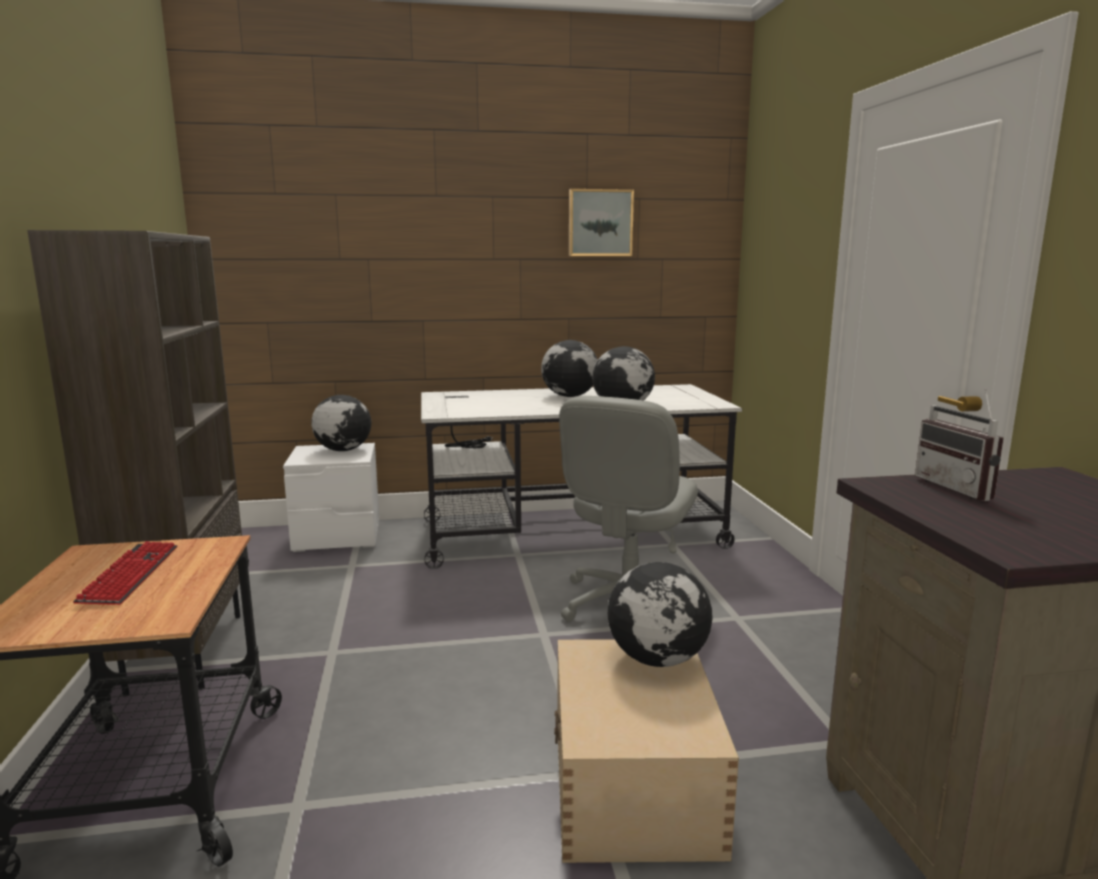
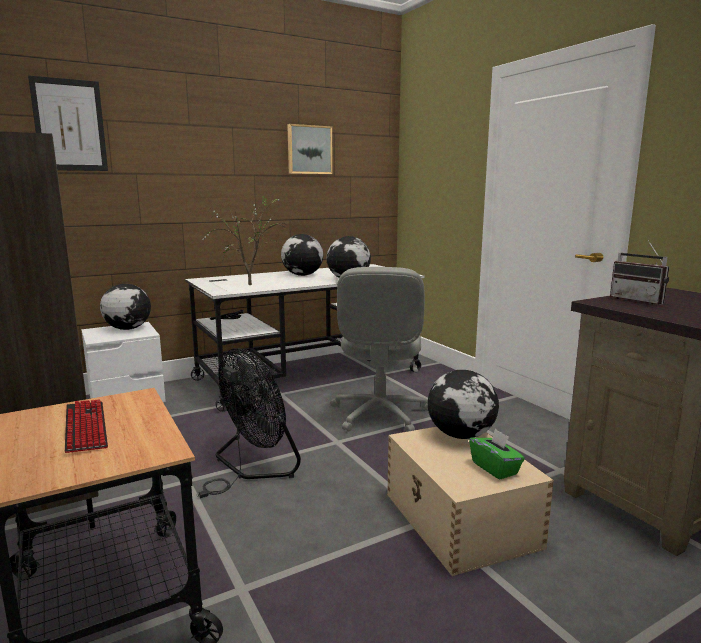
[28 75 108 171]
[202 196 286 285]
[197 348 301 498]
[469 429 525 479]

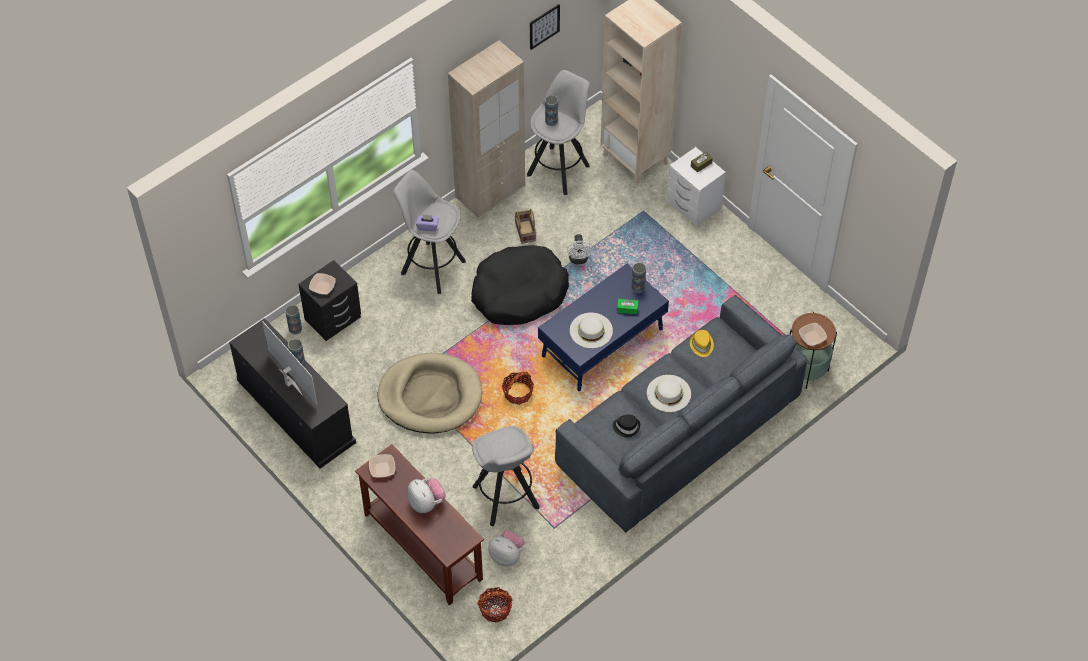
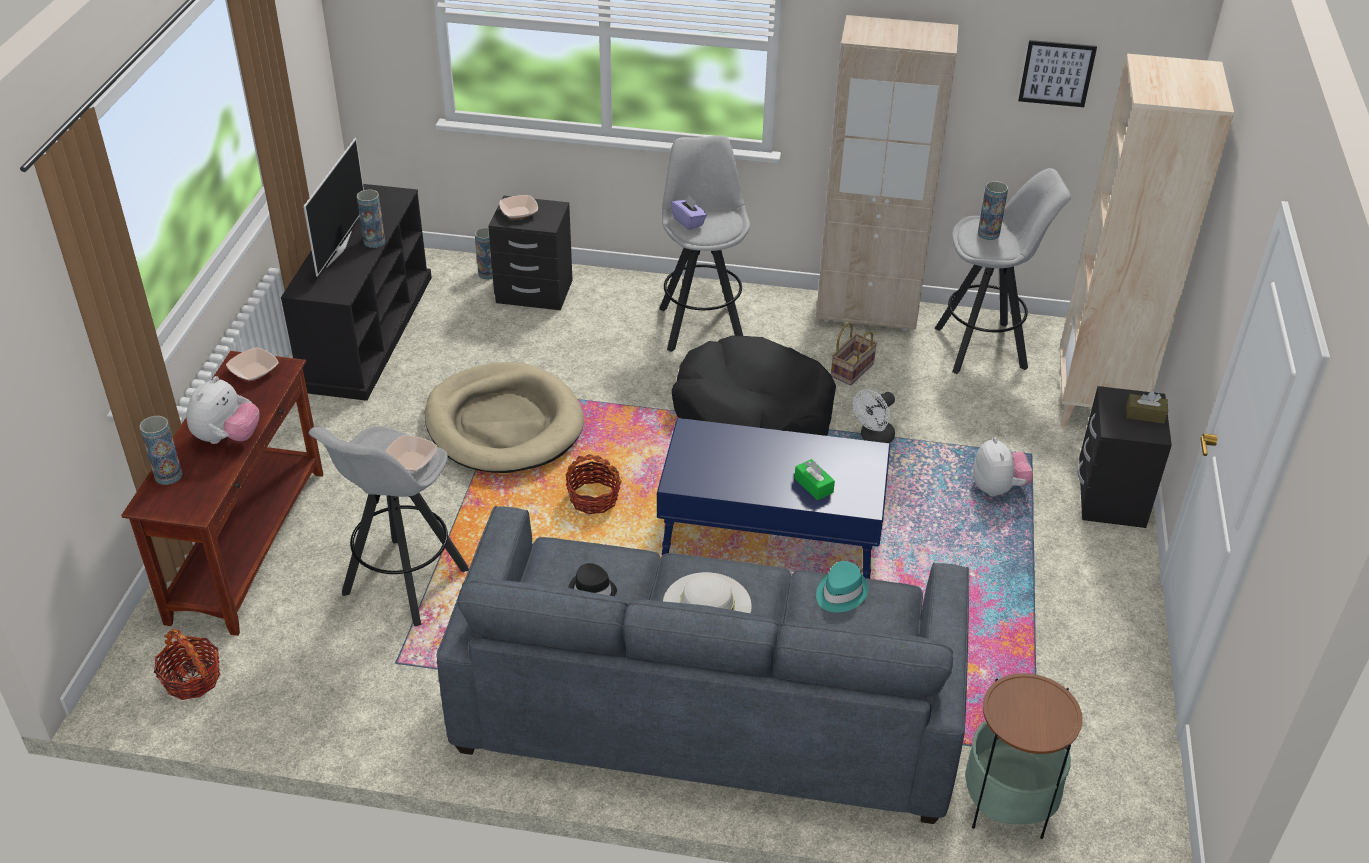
[1077 386 1172 528]
[139 416 182 485]
[570 313 613 348] (first image)
[385 435 437 471]
[816 561 868 612]
[973 437 1033 497]

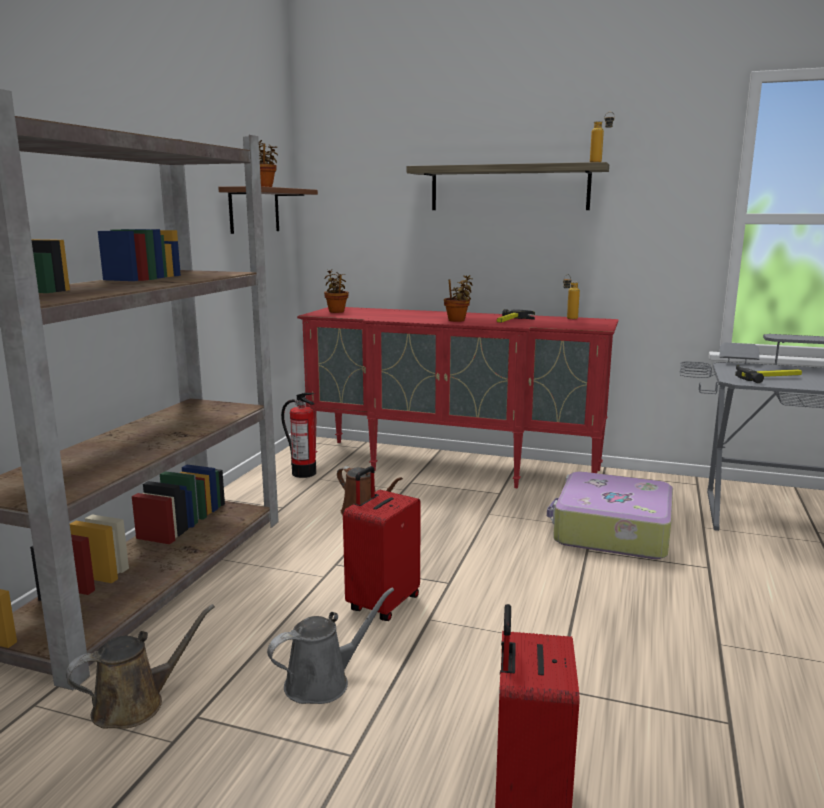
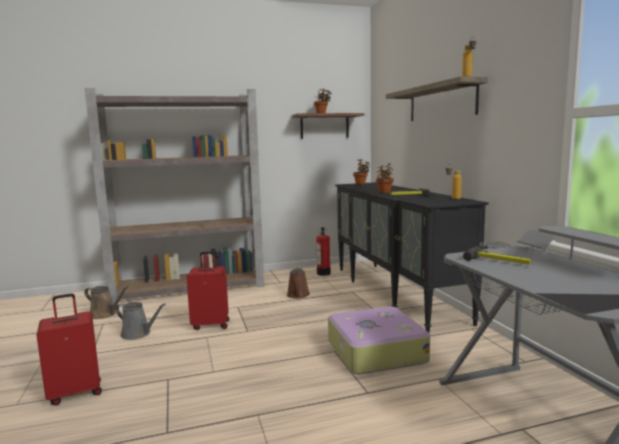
[335 182 489 334]

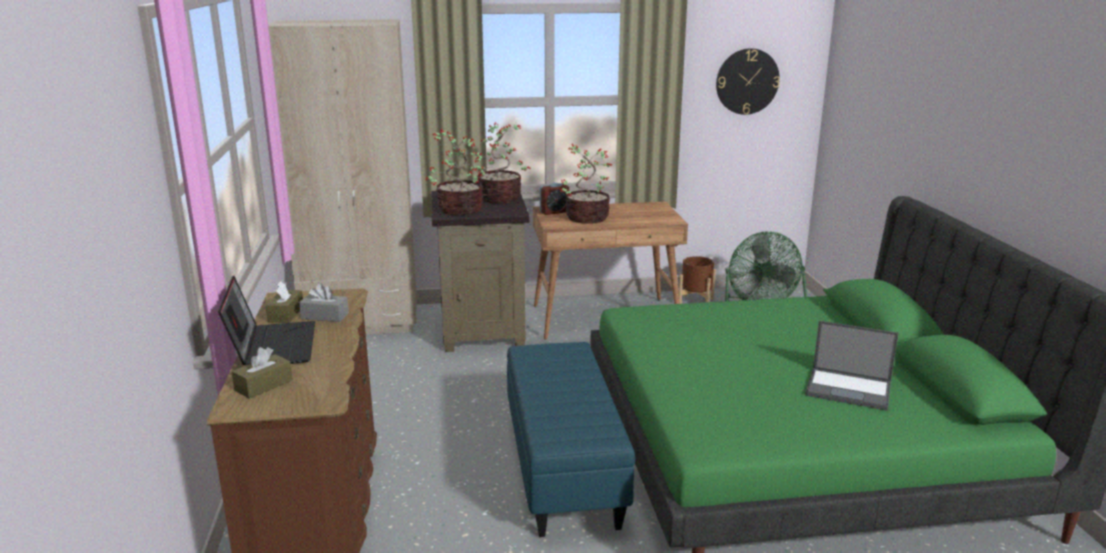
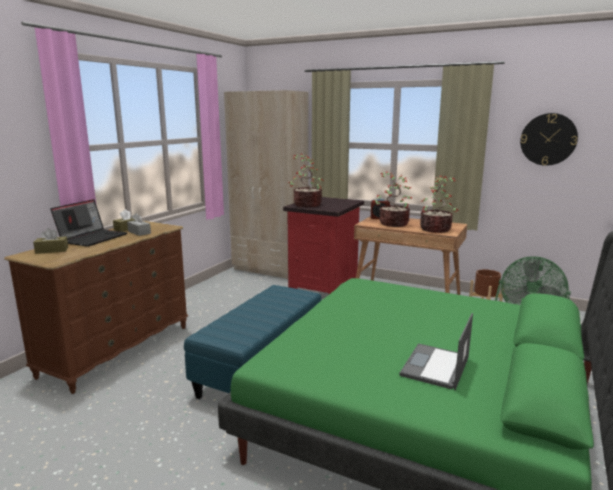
[420 176 458 233]
[283 197 364 294]
[399 313 473 390]

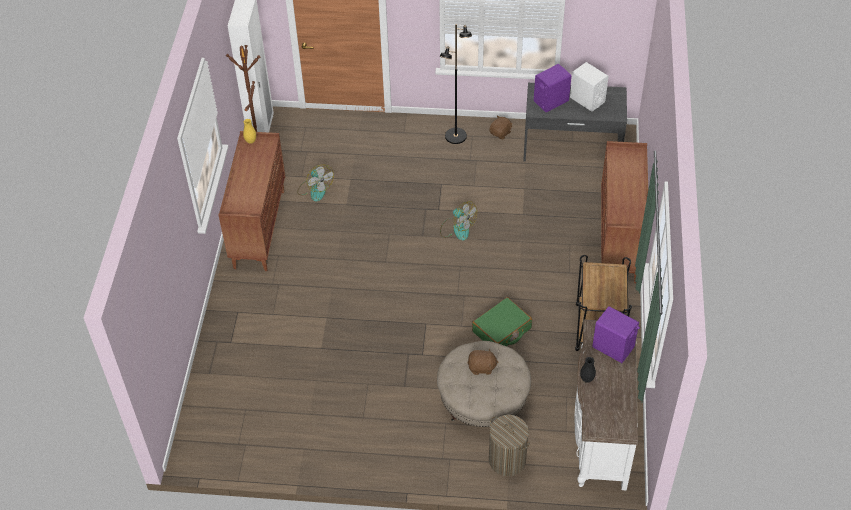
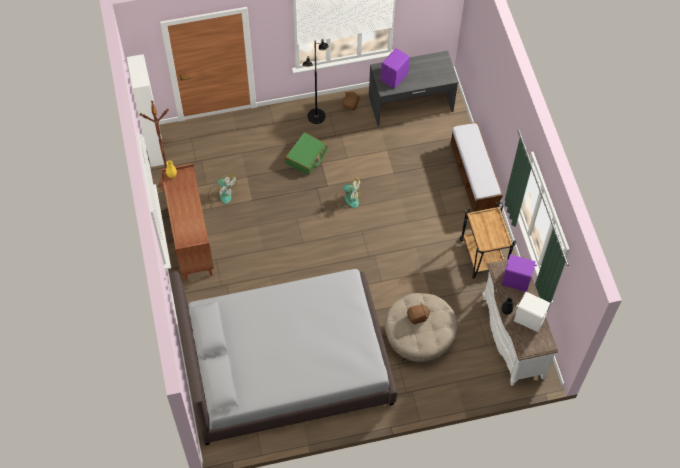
[514 292 550 332]
[450 122 503 212]
[285 132 327 175]
[489 415 530 476] (first image)
[170 269 397 445]

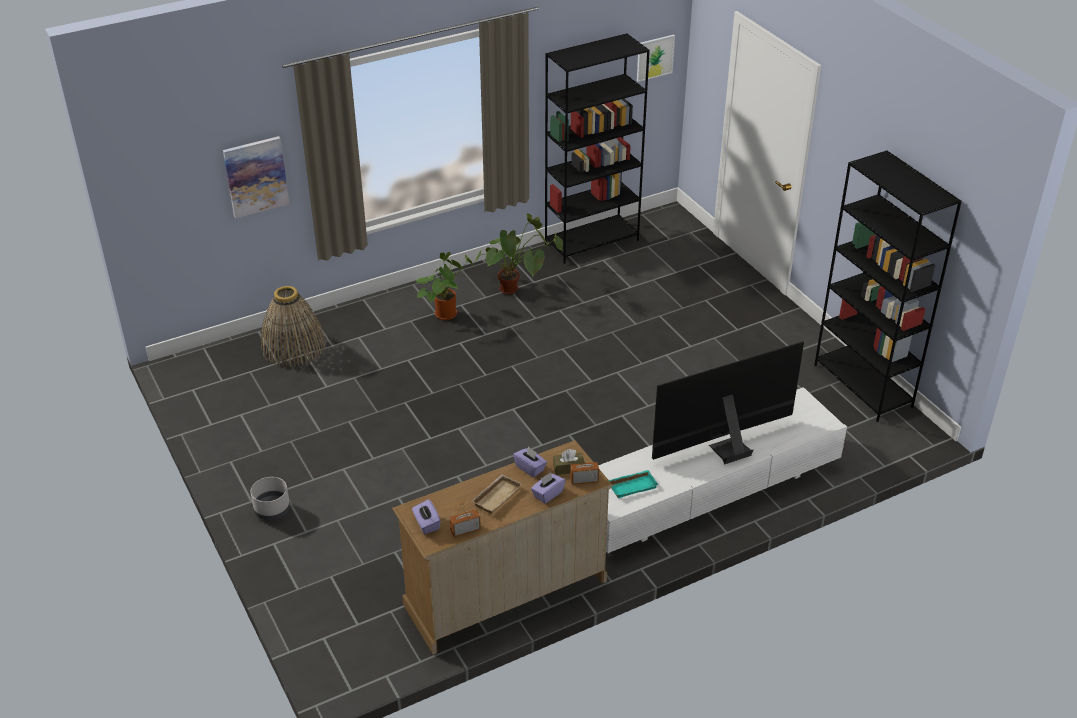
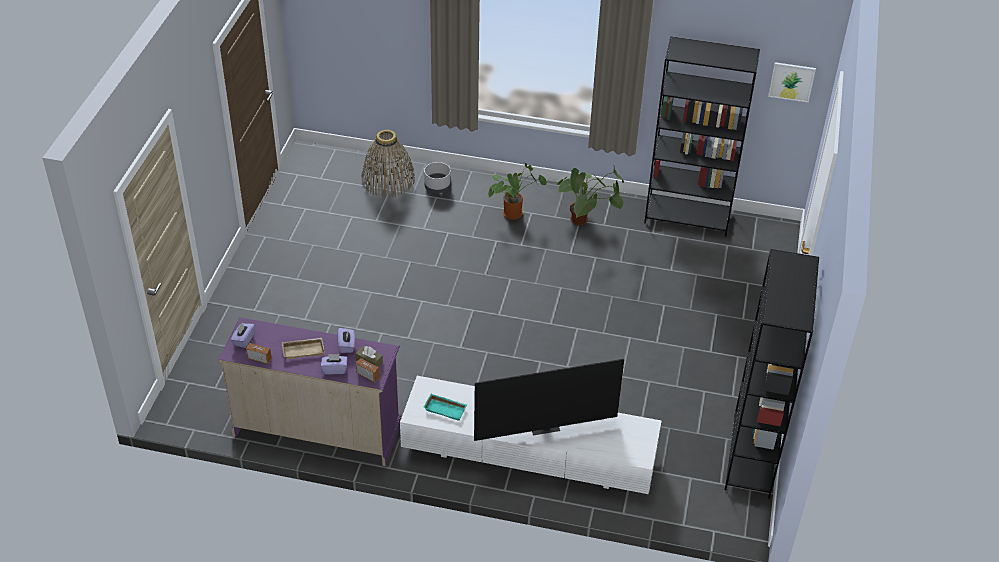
[223 136 290 218] (first image)
[474 359 624 441]
[218 317 401 466]
[424 162 451 193]

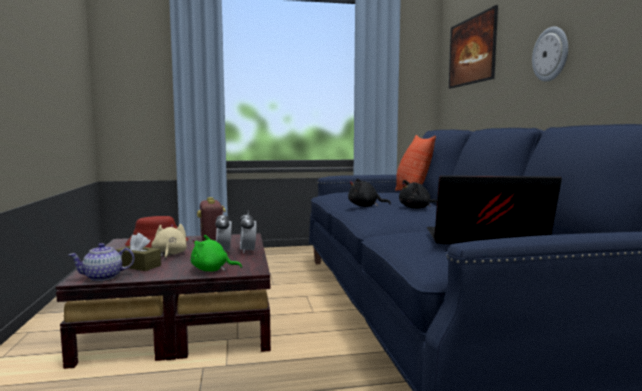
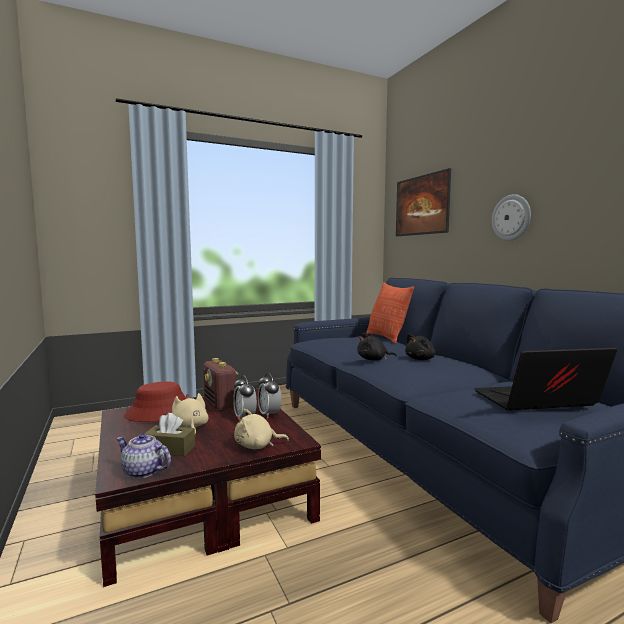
[234 409 289 449]
[116 433 171 479]

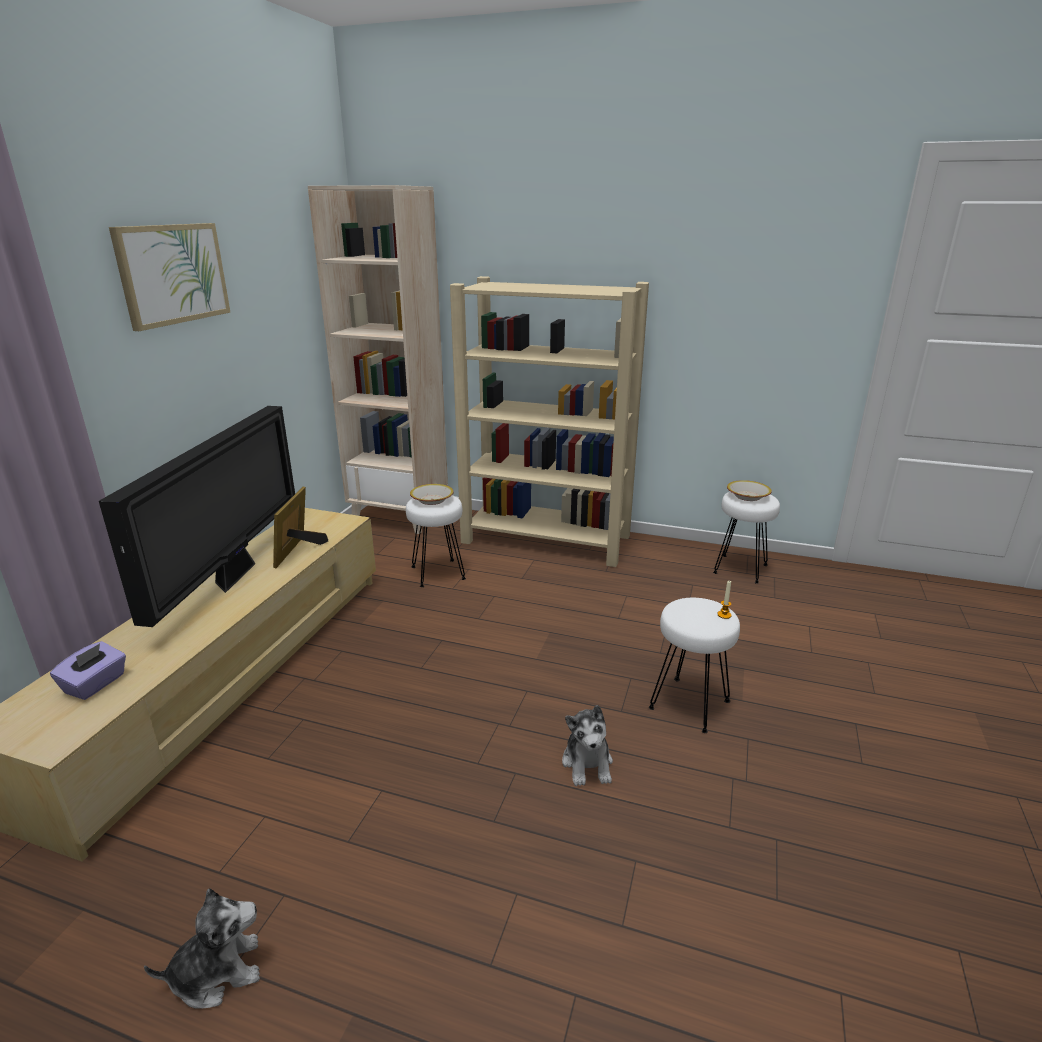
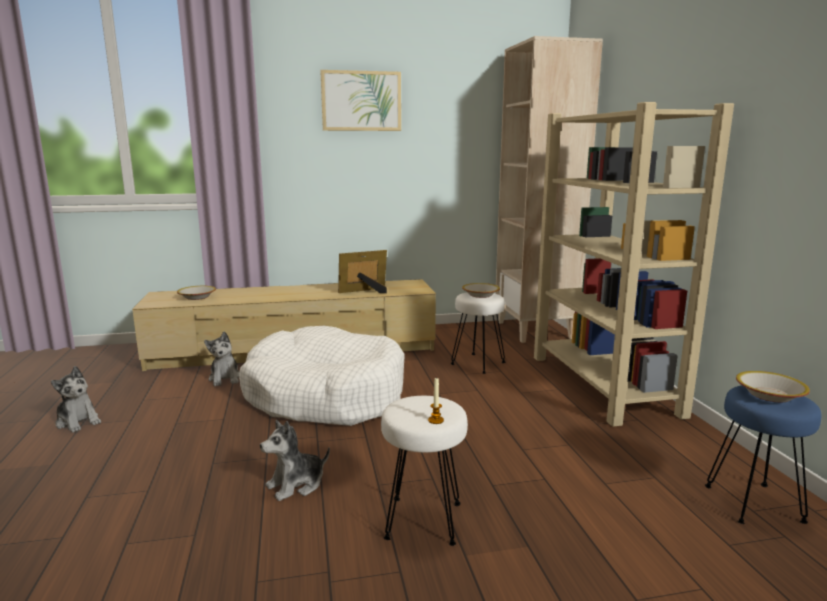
[99 406 295 627] (first image)
[705 385 821 524]
[177 286 216 300]
[239 326 405 426]
[204 331 240 386]

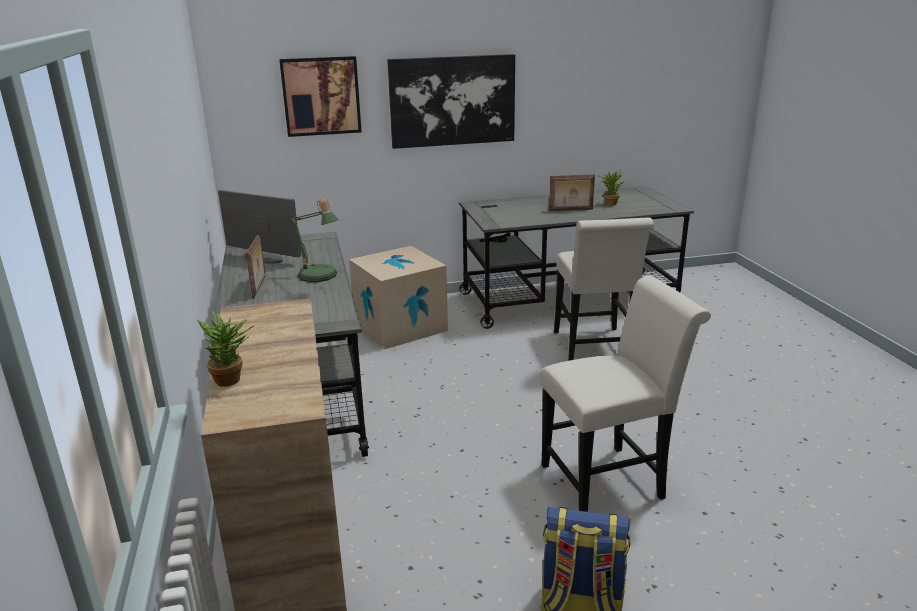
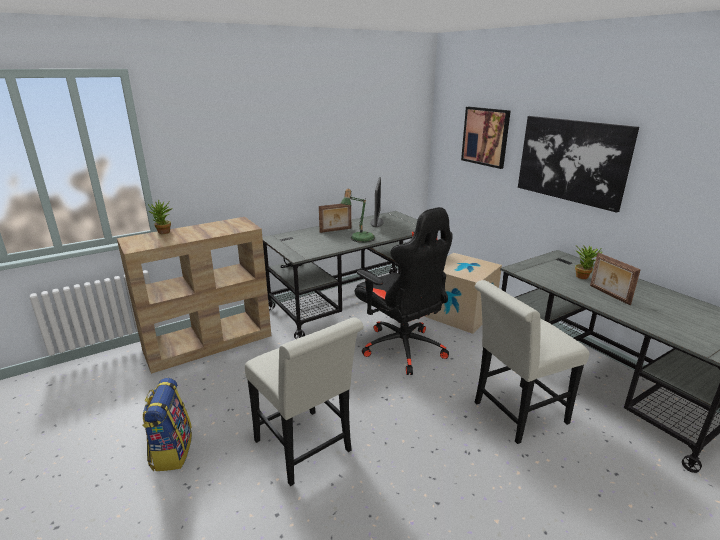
[575 245 602 279]
[355 207 453 375]

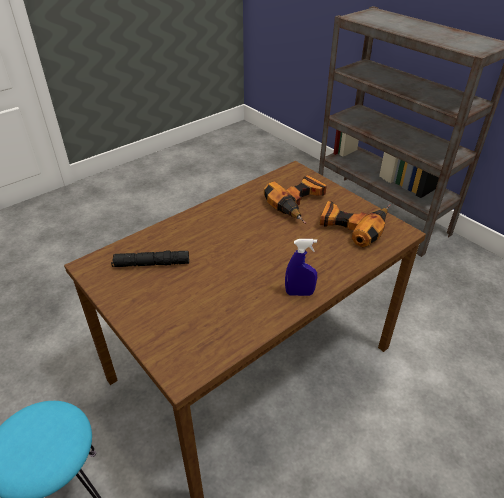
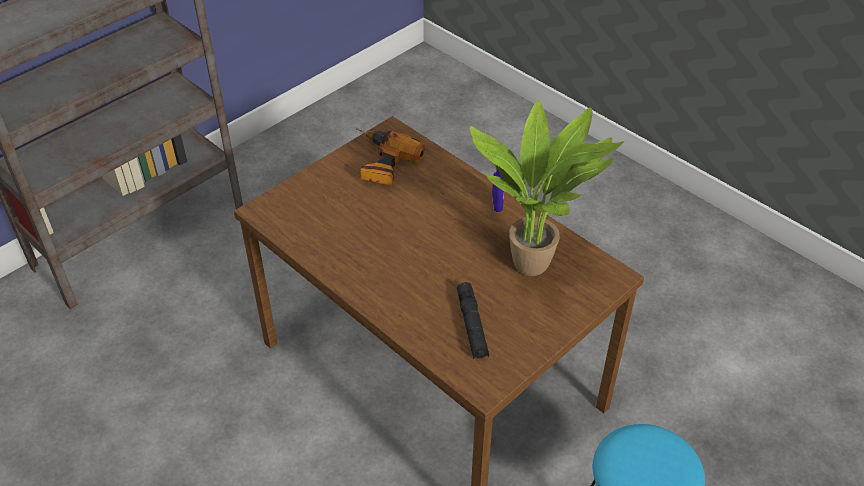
[264 175 327 224] (first image)
[470 100 624 276]

